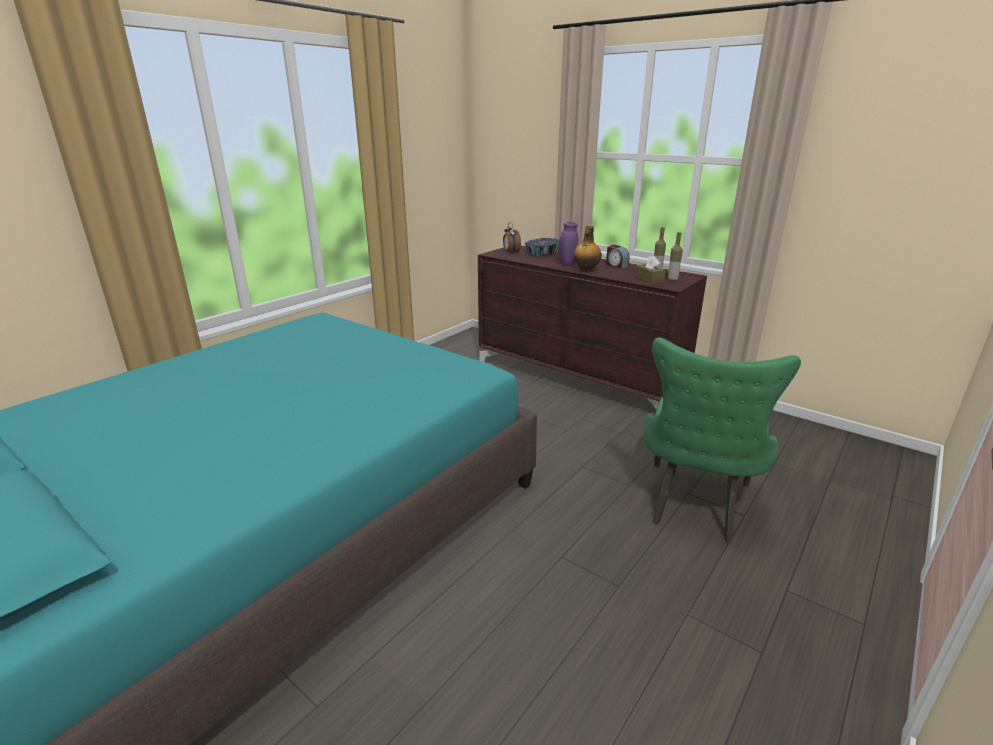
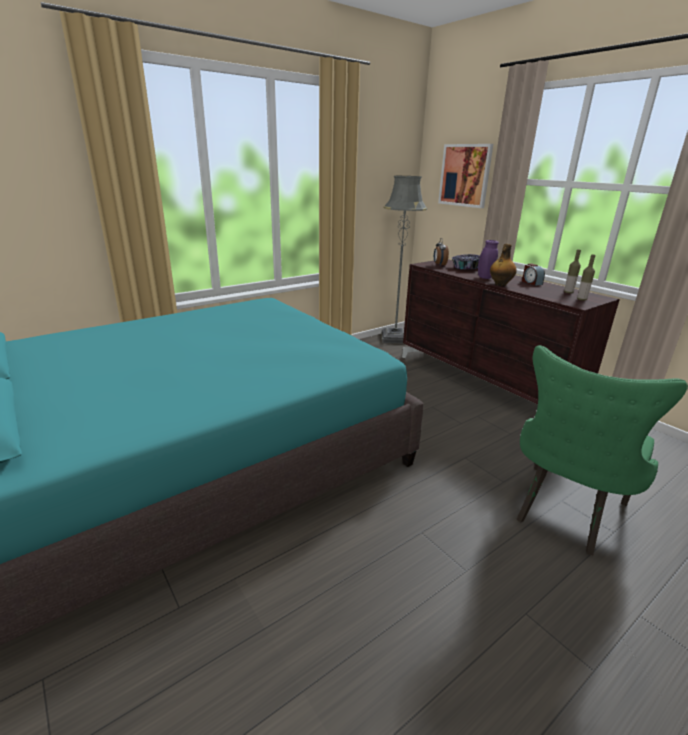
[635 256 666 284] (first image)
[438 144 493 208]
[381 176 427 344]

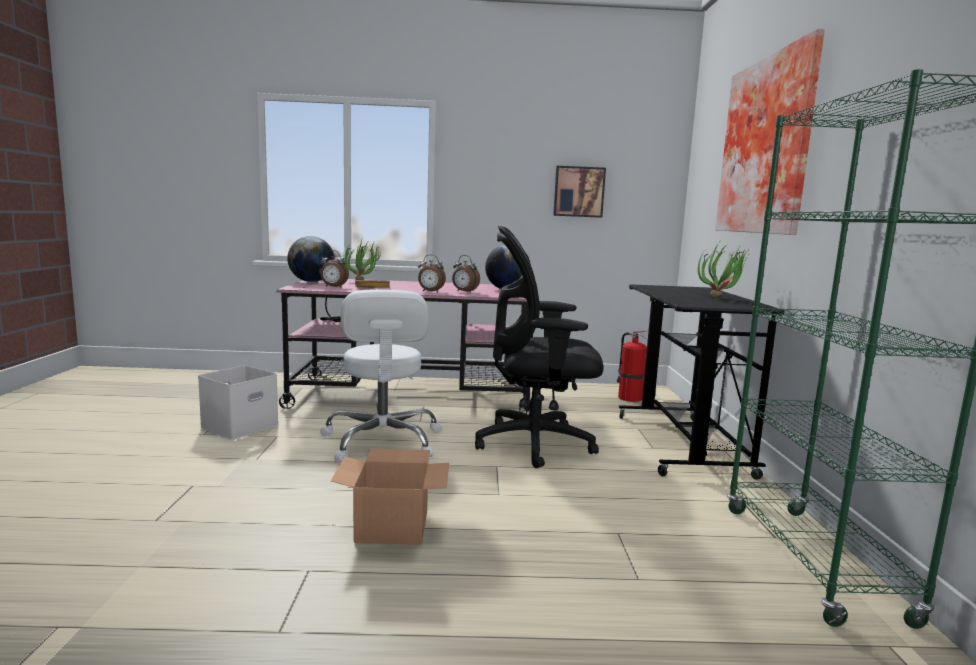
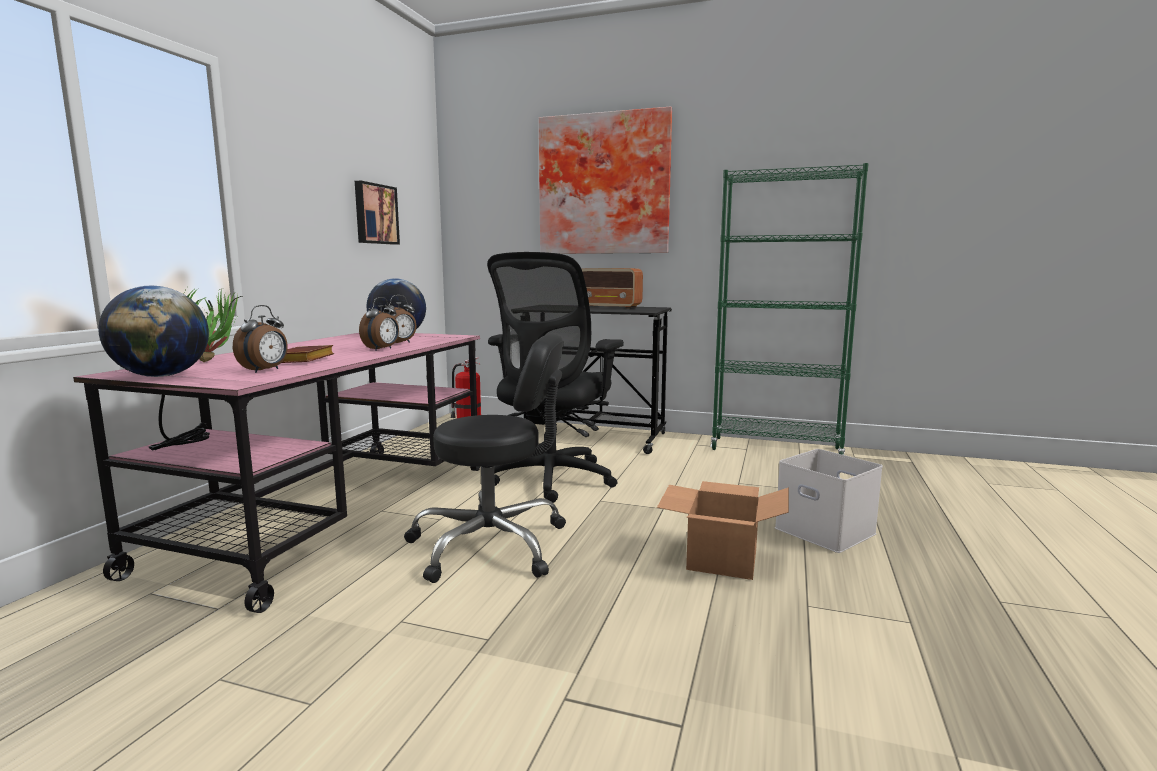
[582 268 643 309]
[404 333 566 583]
[775 449 883 553]

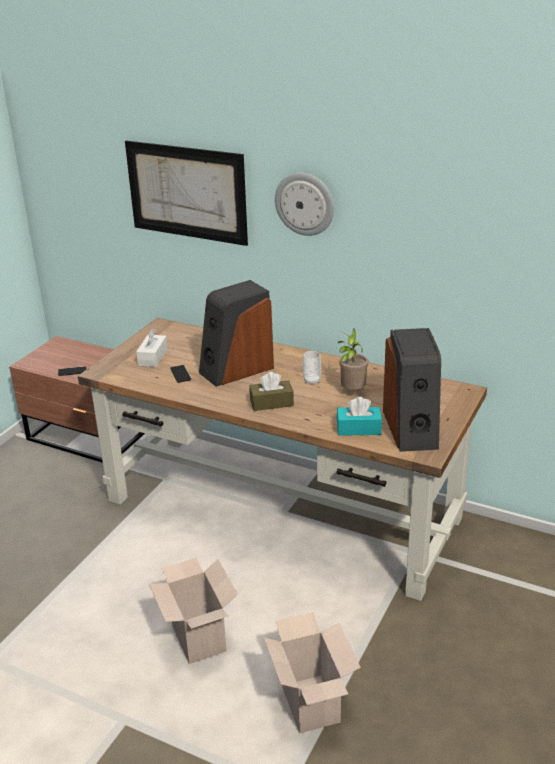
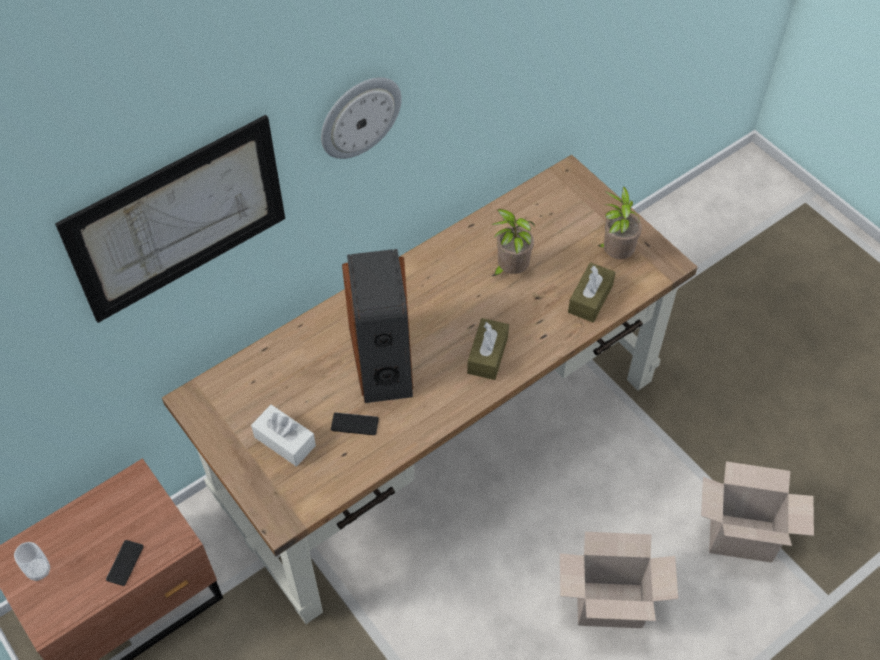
[597 186 642 259]
[14 542 50 581]
[568 262 616 322]

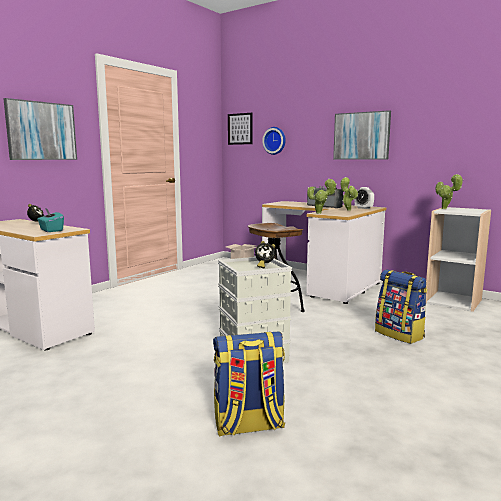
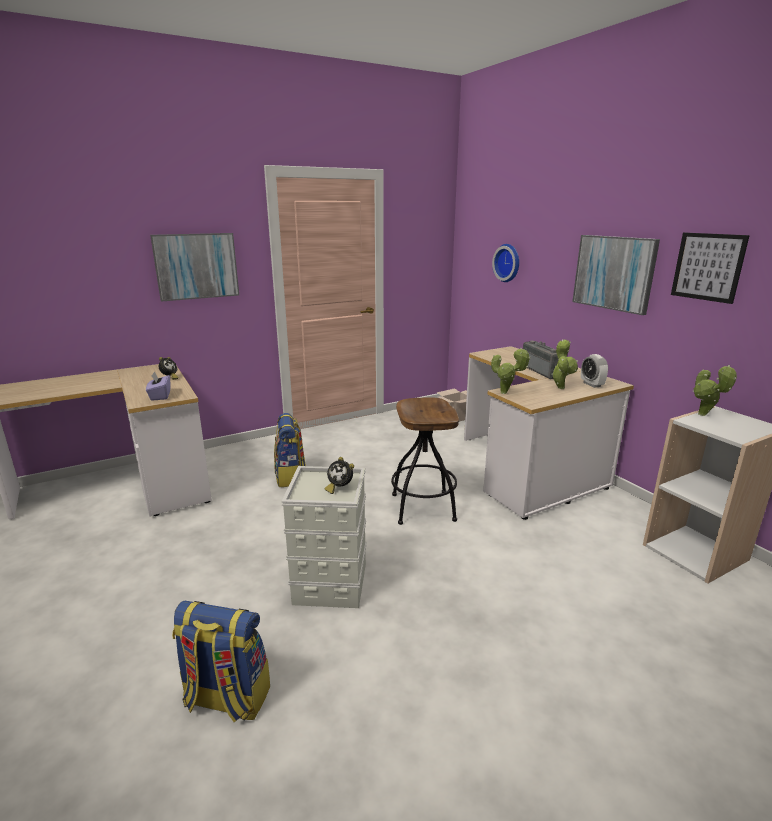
[671 232 750 304]
[146 371 171 401]
[274 413 306 487]

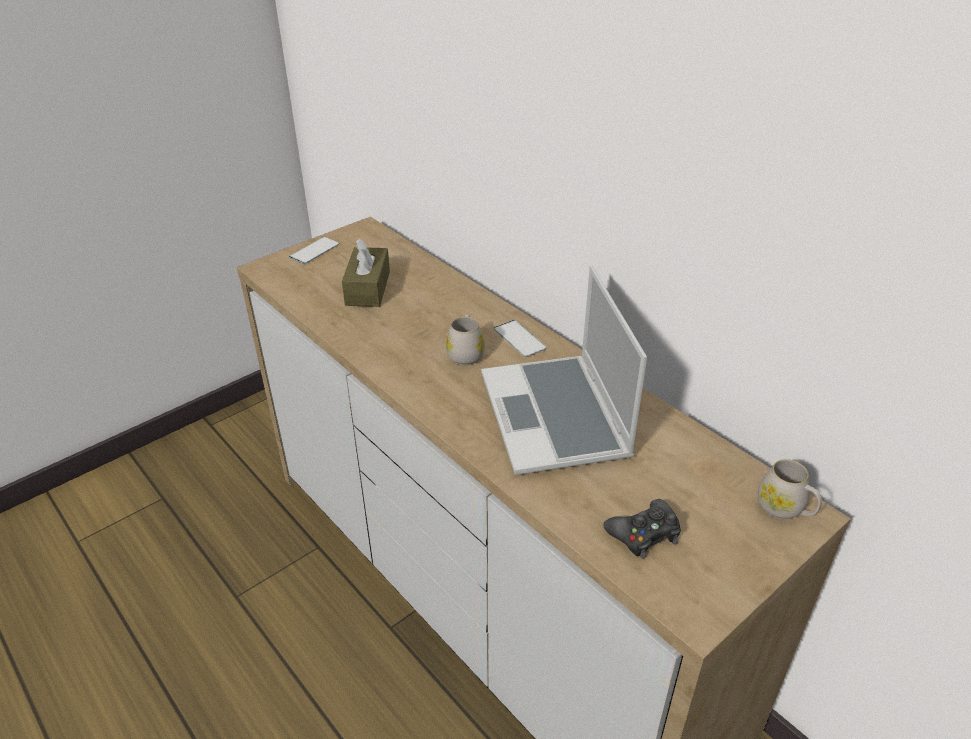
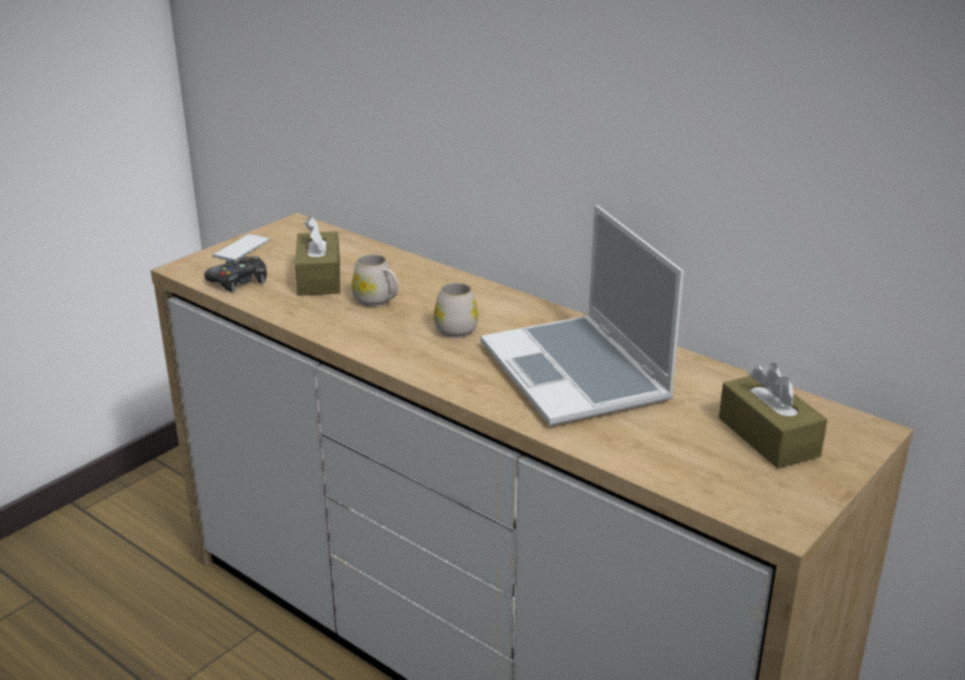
[494 320 547 357] (first image)
[352 254 399 307]
[204 256 267 292]
[719 363 828 469]

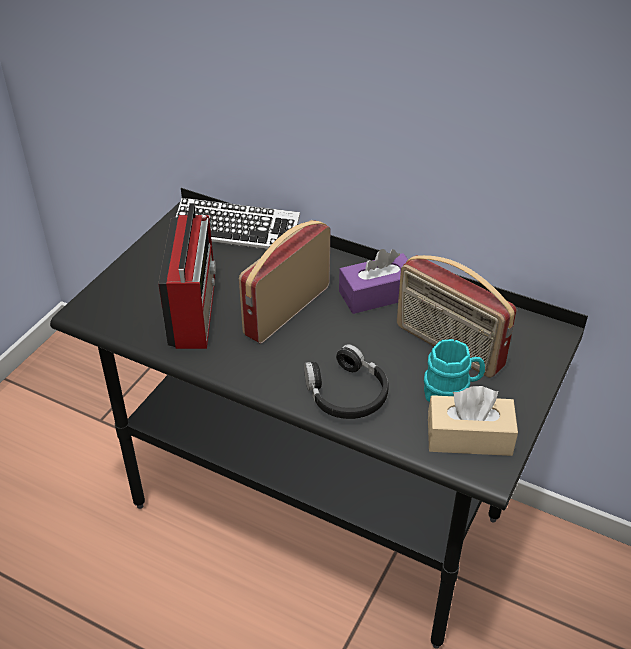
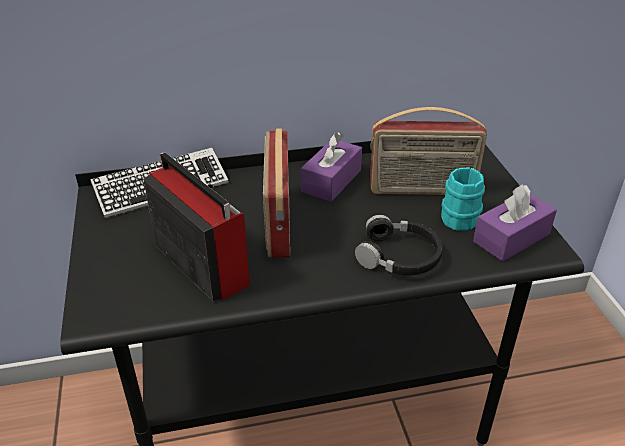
[473 184 557 261]

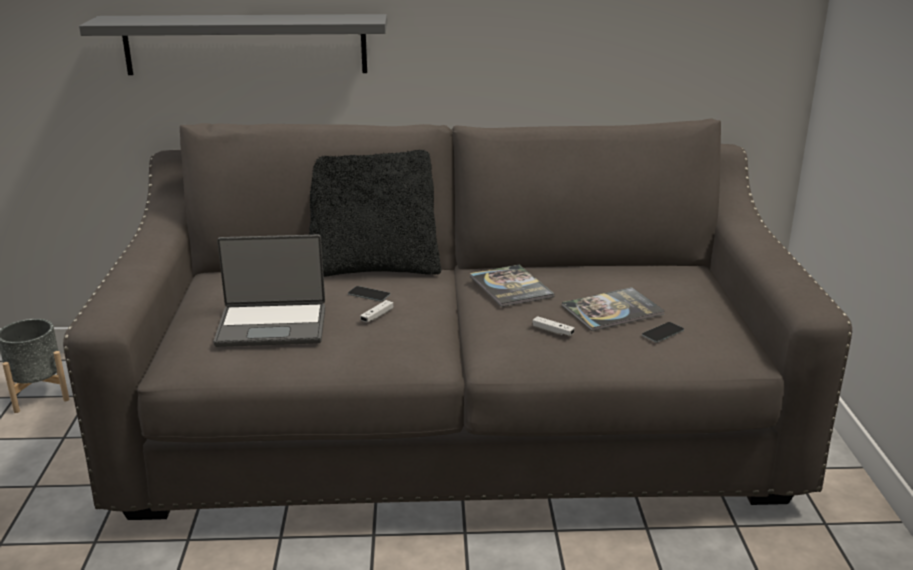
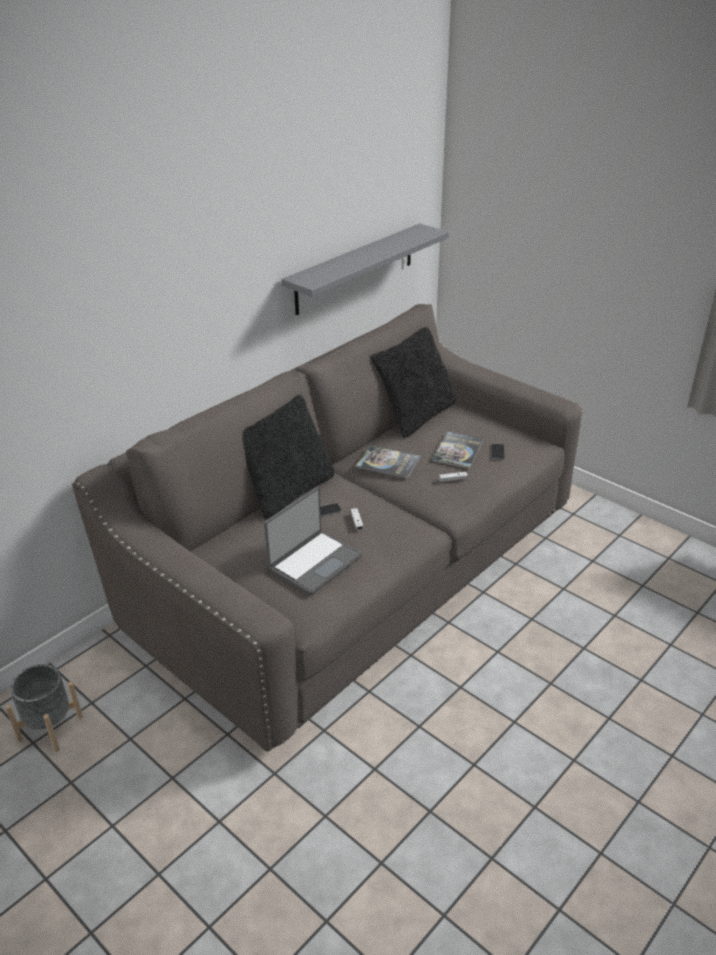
[281 223 449 315]
[371 327 456 438]

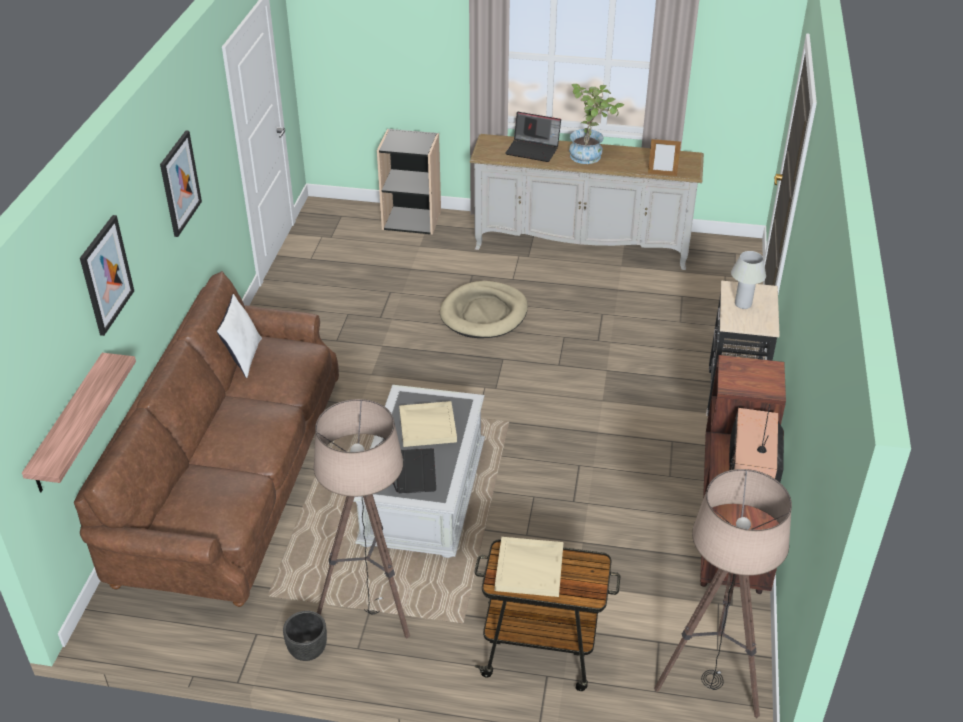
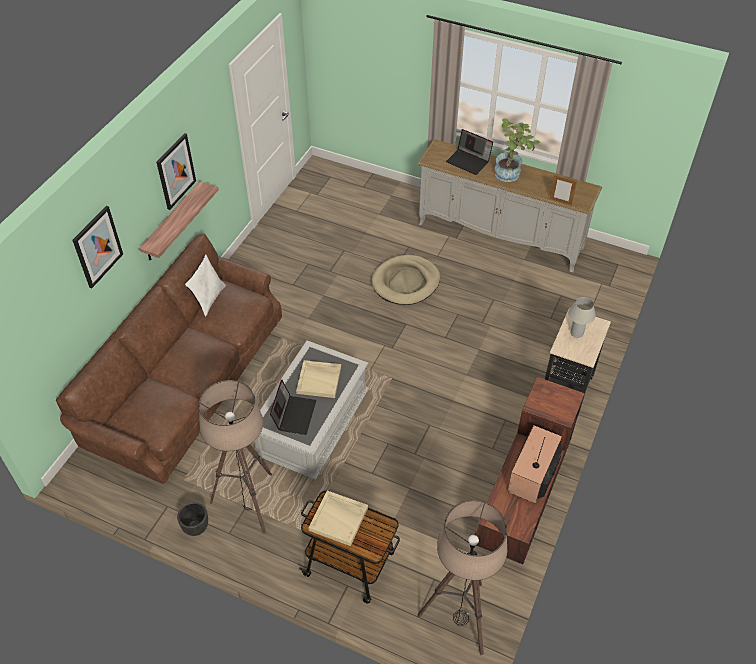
[377 129 441 235] (first image)
[139 181 219 260]

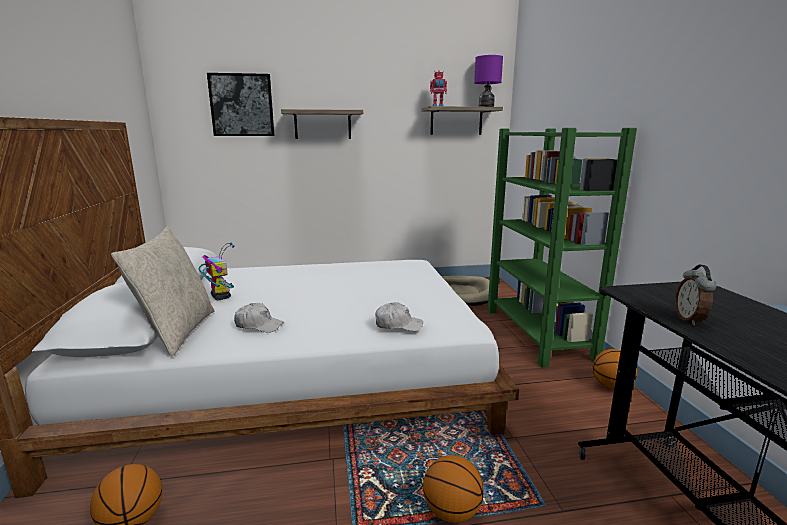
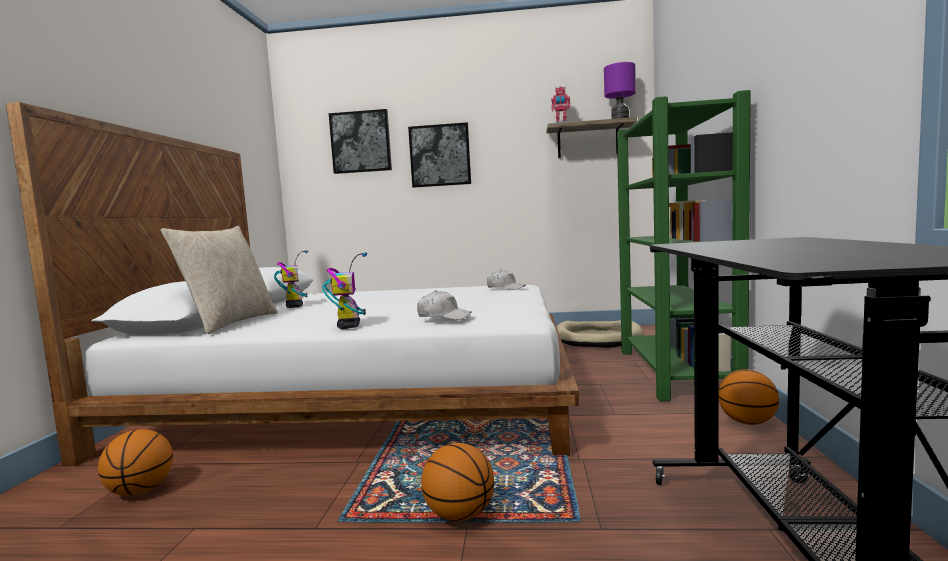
[408 122 471 188]
[675 265 717 325] (first image)
[487 269 526 290]
[322 252 367 329]

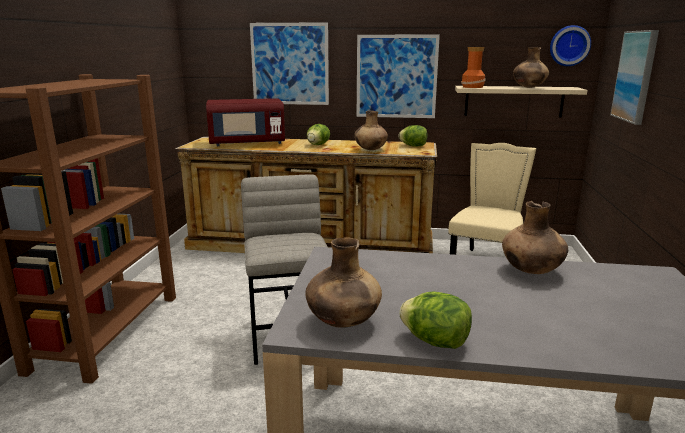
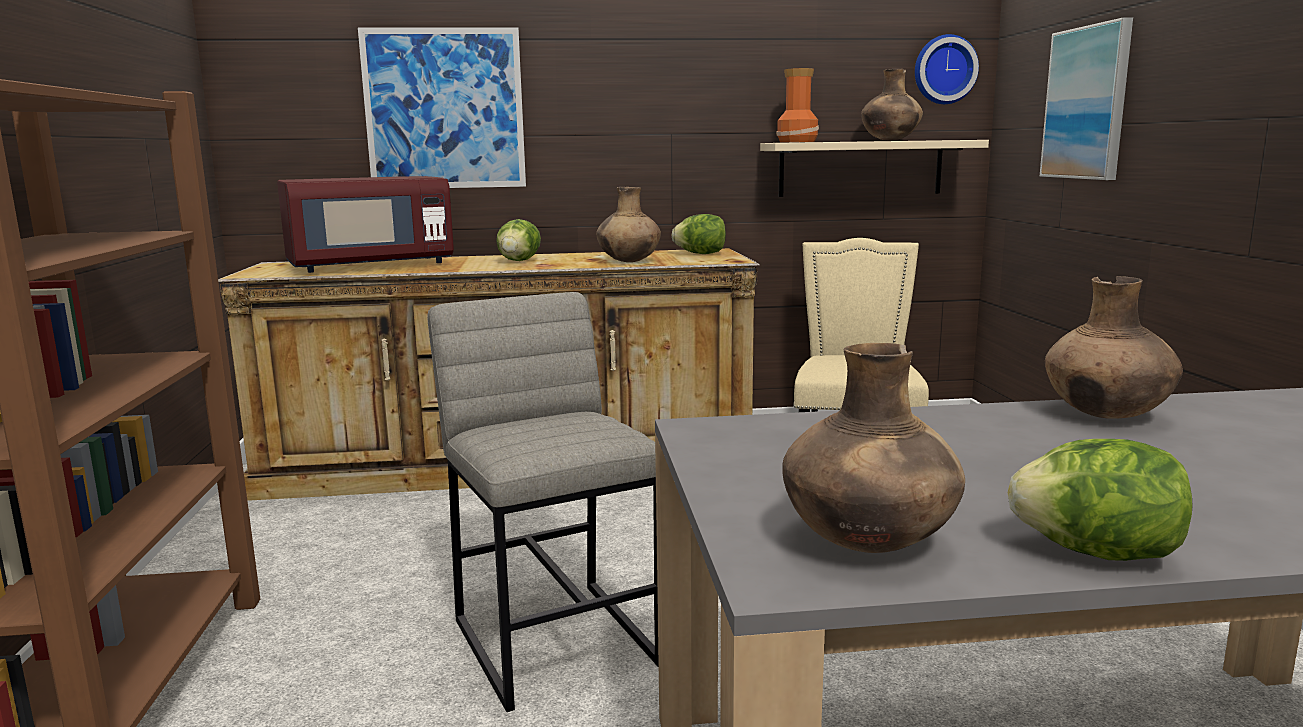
[357 35 440 118] (first image)

